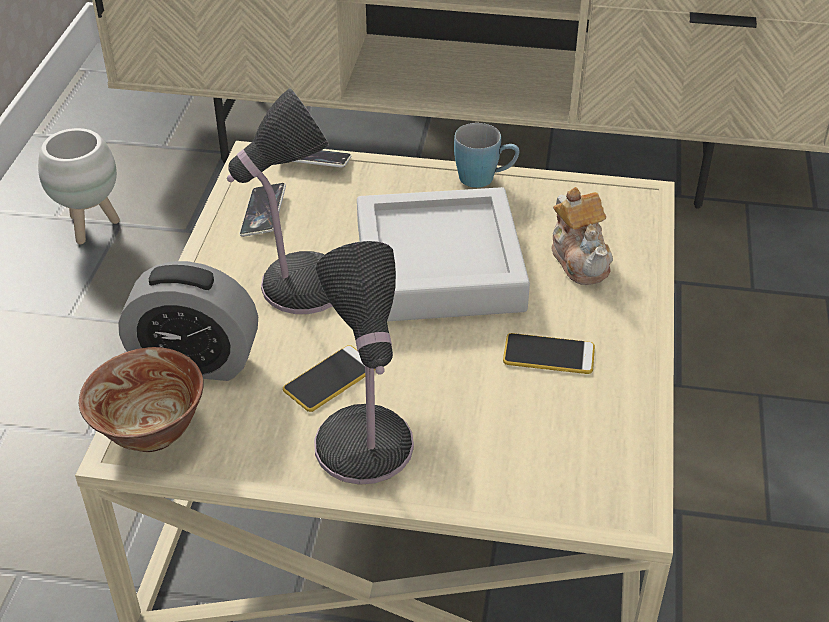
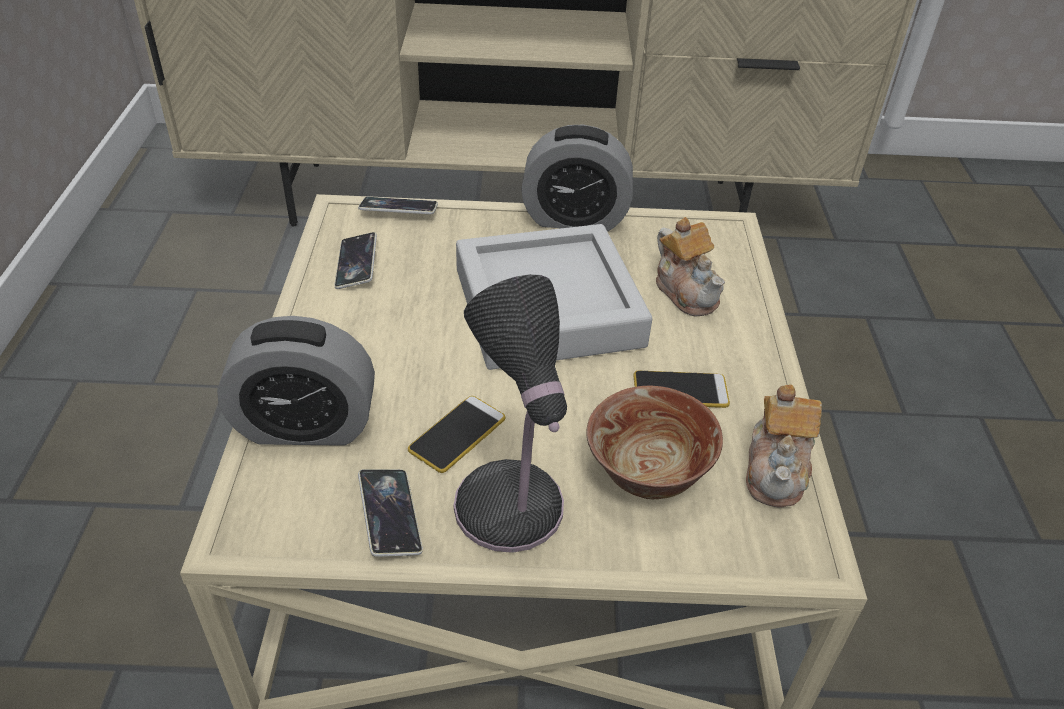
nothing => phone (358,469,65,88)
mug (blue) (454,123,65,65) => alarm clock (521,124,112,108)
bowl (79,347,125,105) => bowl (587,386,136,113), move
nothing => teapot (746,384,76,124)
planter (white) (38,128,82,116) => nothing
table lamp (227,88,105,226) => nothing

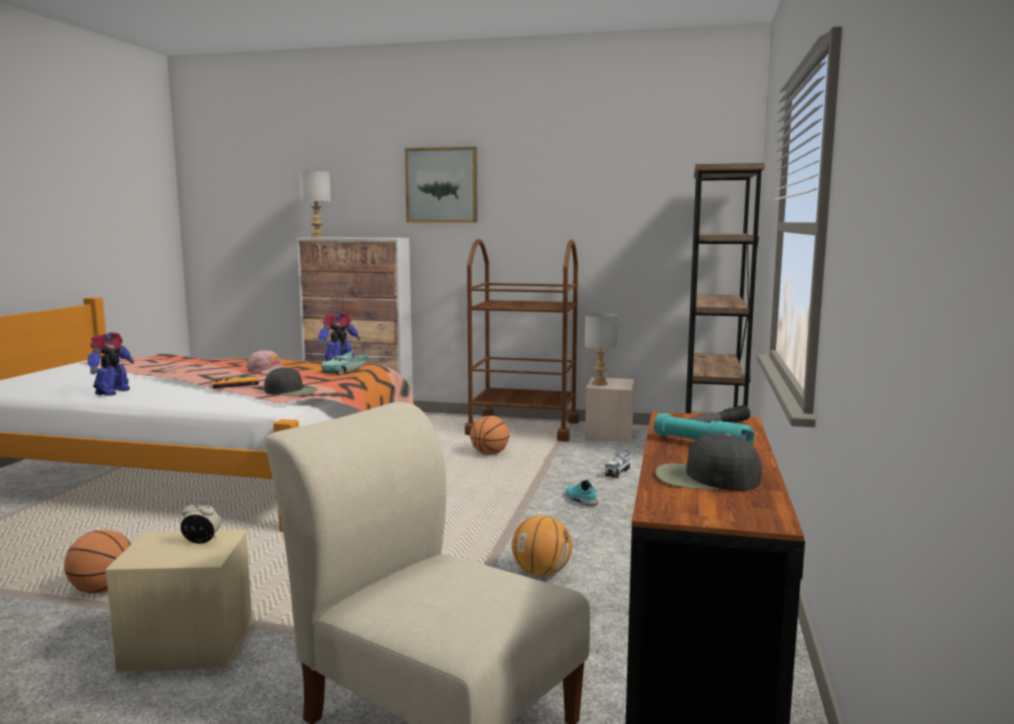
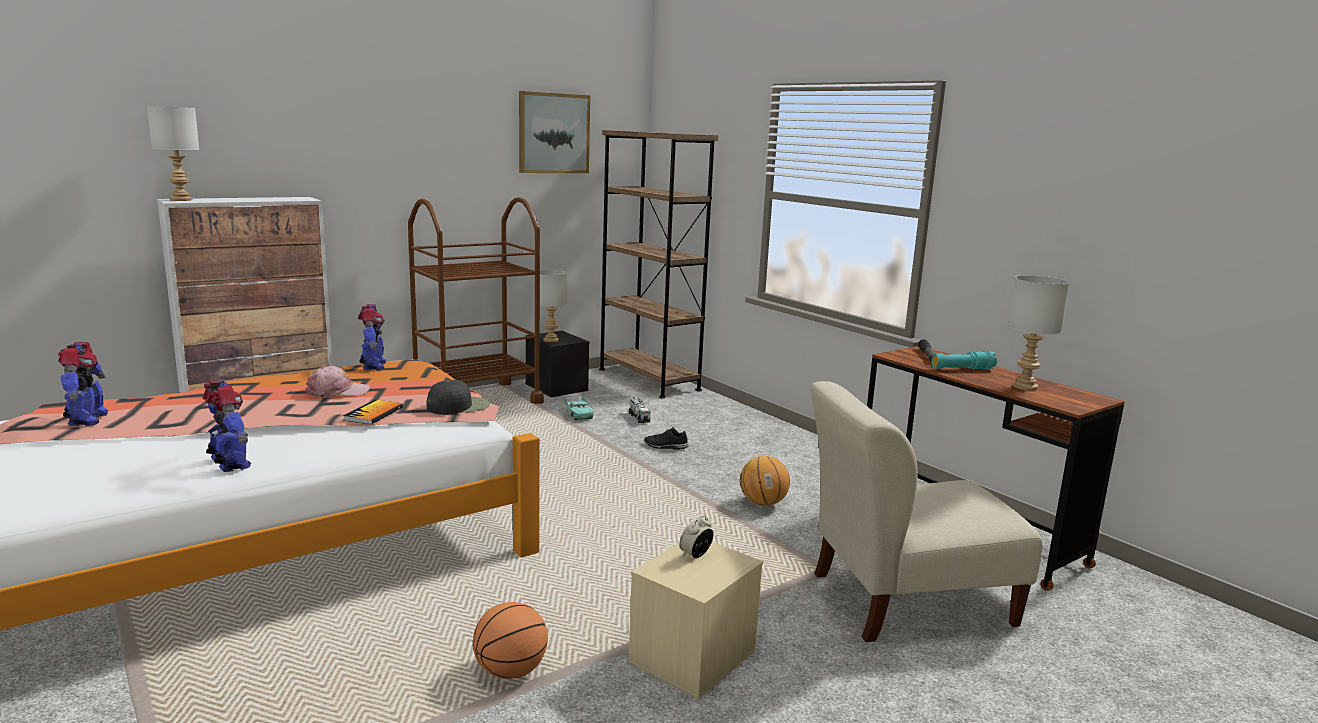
nothing => toy robot (58,342,50,84)
picture (405,147,72,75) => picture (519,91,71,82), move
storage box (beige) (585,377,49,65) => storage box (black) (525,331,64,66)
toy car (turquoise) (321,351,48,24) => toy car (turquoise) (564,394,30,26), move
shoe (turquoise) (565,480,33,26) => shoe (black) (644,427,45,23)
cap (black) (655,433,107,58) => table lamp (grey) (1007,275,64,115)
basketball (470,415,39,40) => nothing

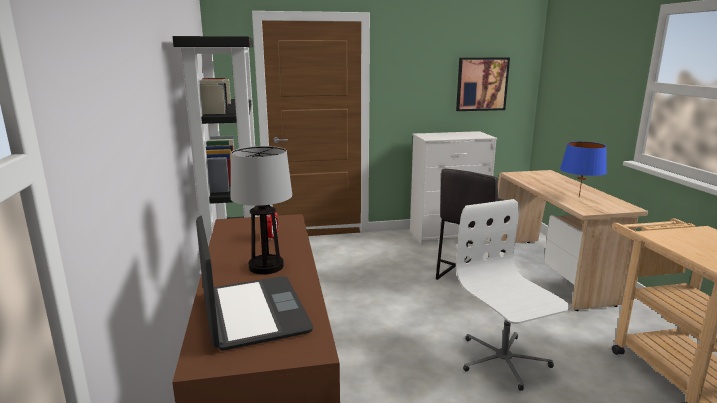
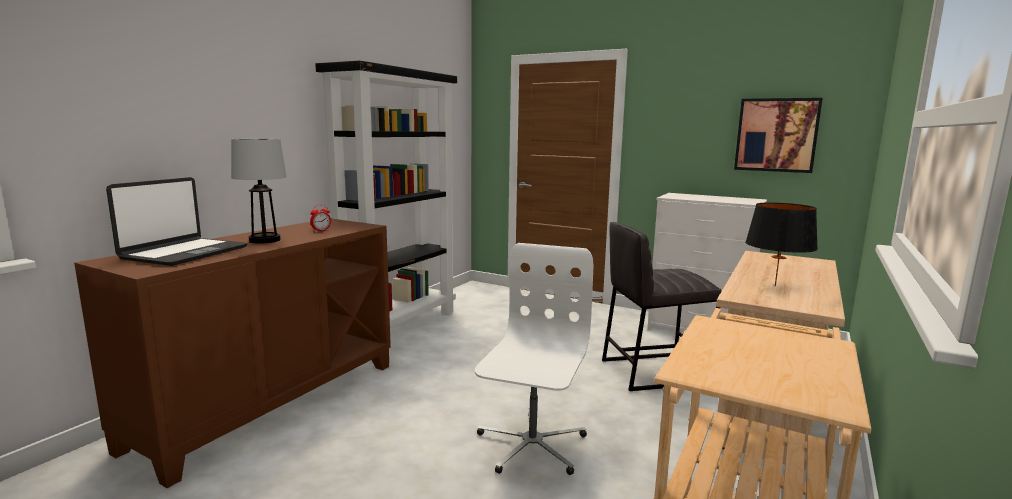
table lamp (blue) (560,141,47,57) => table lamp (black) (745,203,73,84)

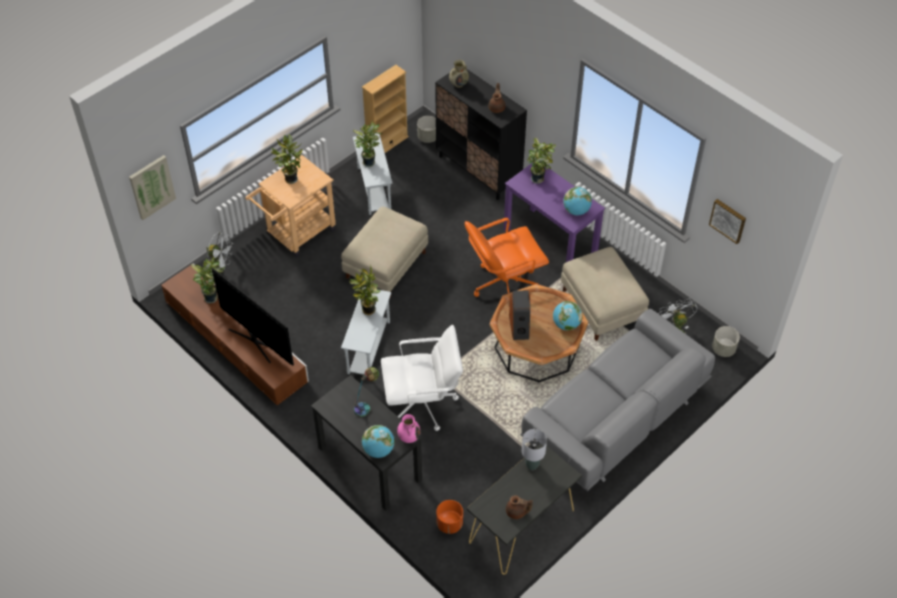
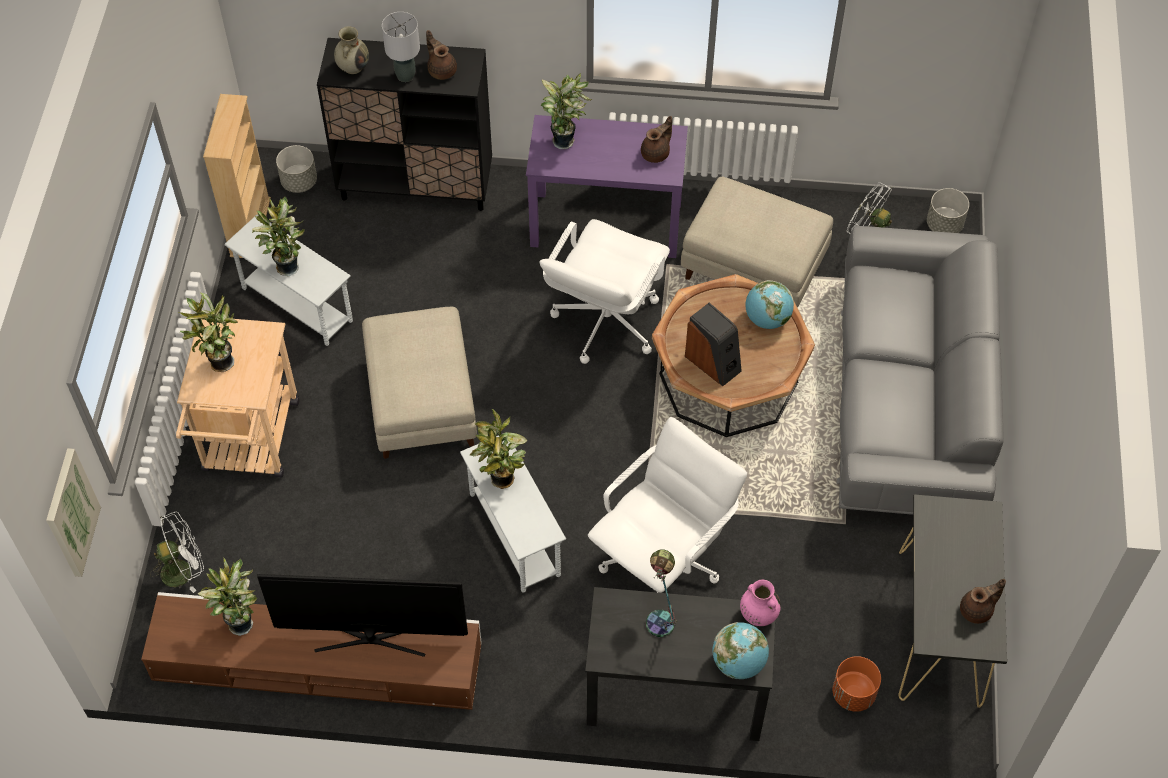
table lamp (grey) (522,429,25,41) => table lamp (grey) (382,12,38,70), move
office chair (orange) (465,218,84,79) => office chair (white) (539,219,131,145)
globe (563,187,29,28) => teapot (brown) (641,116,31,47)
picture (709,199,37,45) => nothing

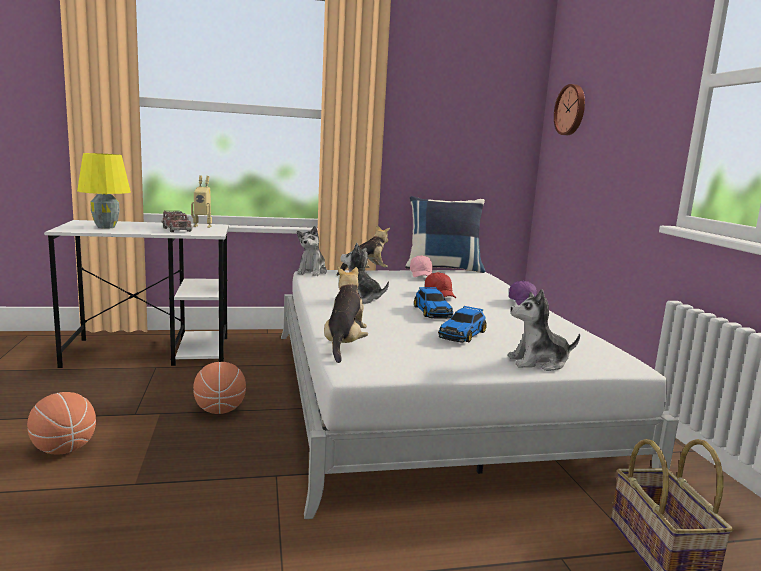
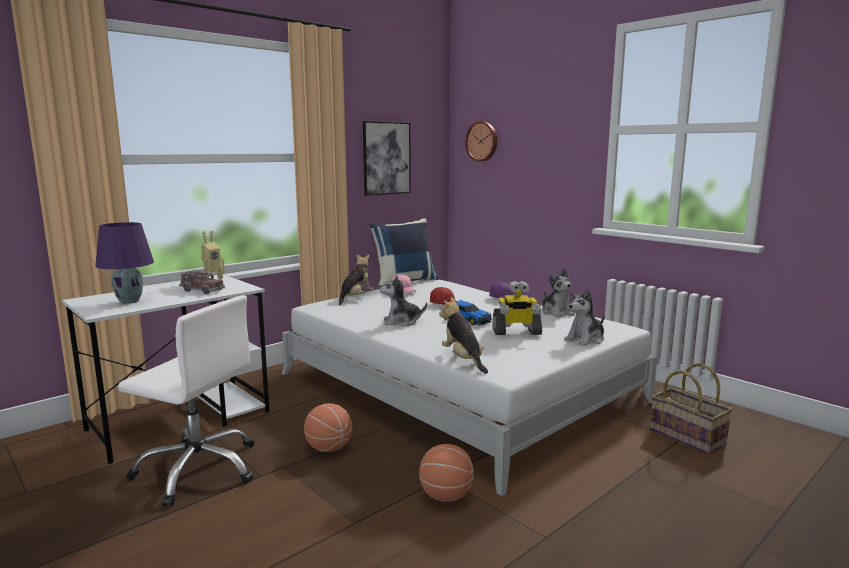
table lamp (yellow) (77,153,54,76) => table lamp (purple) (95,222,59,82)
nothing => office chair (white) (118,295,136,211)
nothing => picture (363,121,48,75)
basketball (27,392,69,63) => basketball (419,444,55,58), move
toy car (438,306,48,37) => toy robot (493,281,49,54)
plush toy (297,226,30,50) => plush toy (542,268,33,50), move

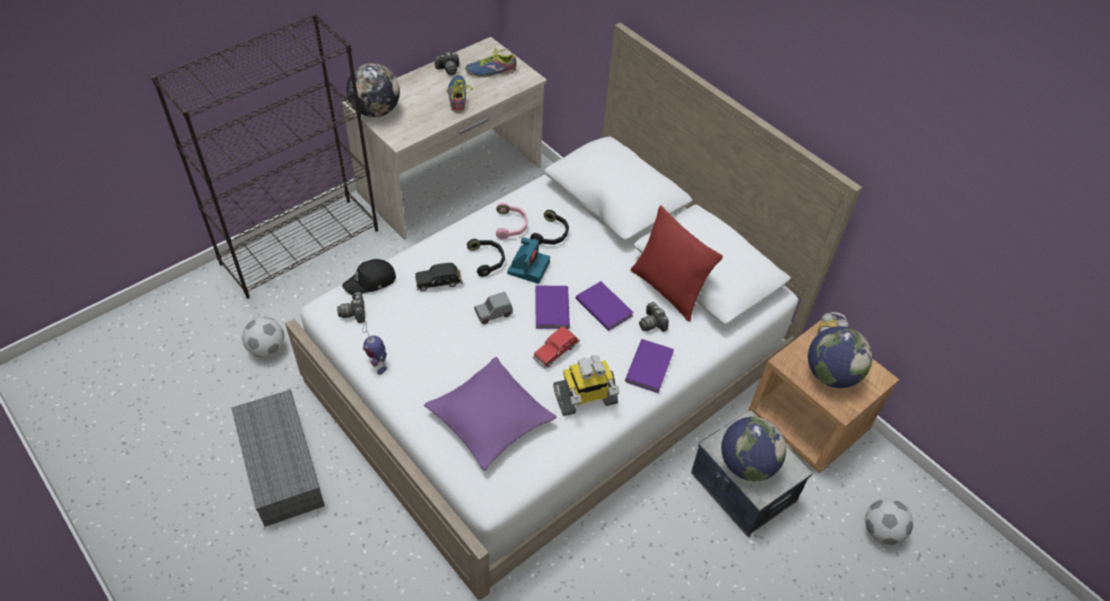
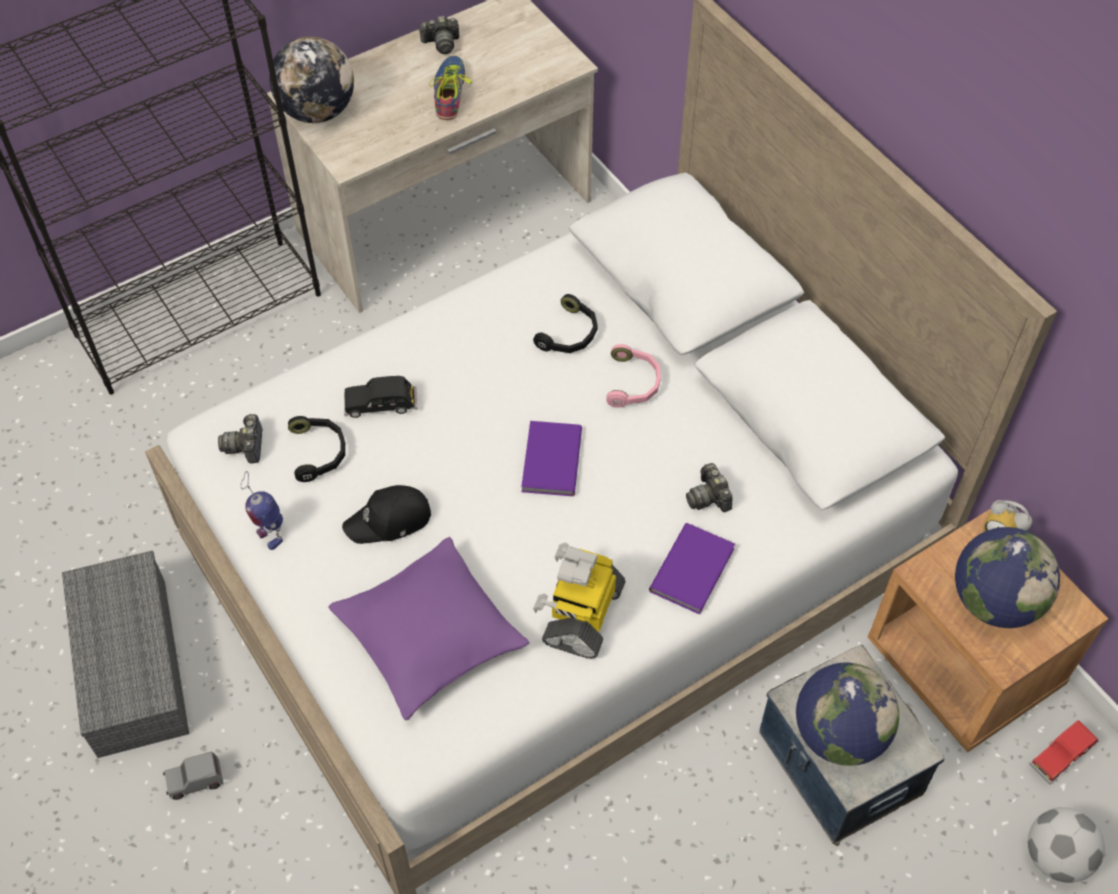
toy car (grey) (474,292,39,32) => toy car (grey) (163,751,61,49), move
headphones (black) (467,239,38,38) => headphones (black) (288,416,57,66), move
cap (black) (342,259,54,36) => cap (black) (342,485,89,59), move
toy robot (553,355,67,61) => toy robot (533,542,93,117), 120 degrees clockwise
headphones (pink) (496,203,32,36) => headphones (pink) (606,344,55,64), move
toy car (red) (532,326,48,43) => toy car (red) (1029,720,71,64), move
football (242,317,42,40) => nothing
shoe (465,48,52,29) => nothing
photo camera (507,237,43,47) => nothing
book (purple) (576,281,58,50) => nothing
pillow (red) (631,205,92,117) => nothing

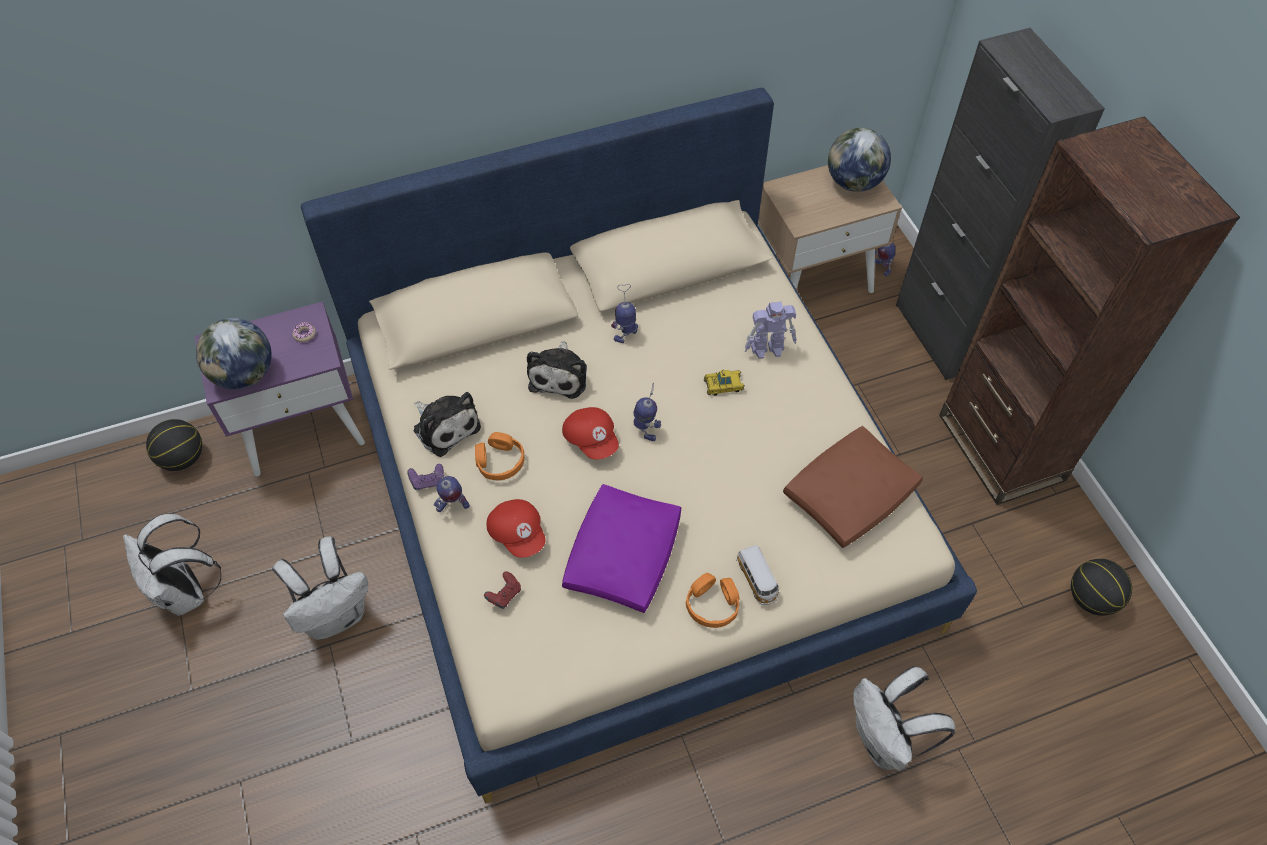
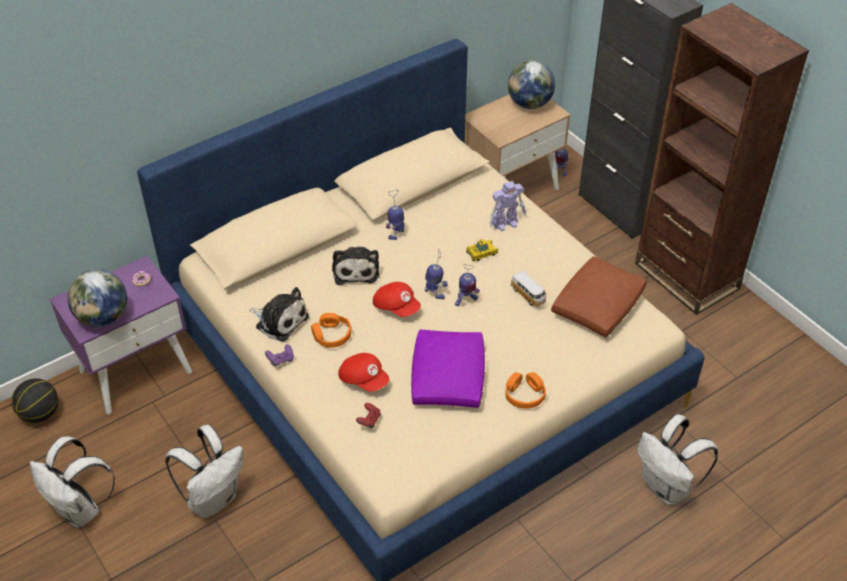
toy robot (433,471,37,41) => toy robot (455,264,25,42), move
toy car (736,545,45,60) => toy car (510,271,37,36), move
basketball (1071,559,61,57) => nothing

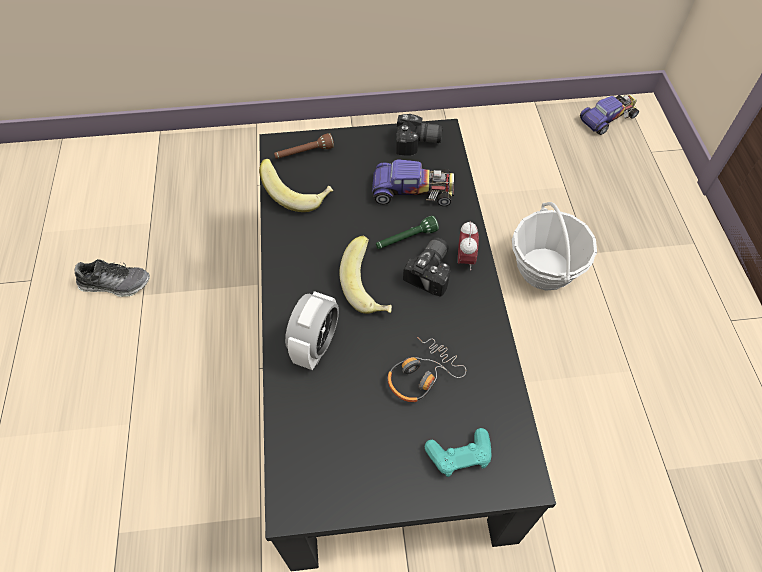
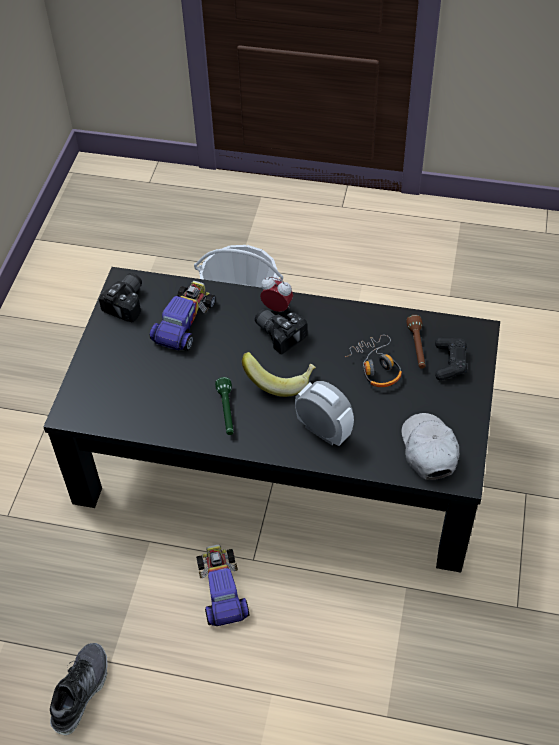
toy car (580,94,59,41) => toy car (196,545,53,81), move
flashlight (green) (376,216,63,33) => flashlight (green) (215,377,19,58), move
nothing => cap (white) (402,413,57,67)
flashlight (brown) (274,133,60,26) => flashlight (brown) (406,315,19,54), move
game controller (turquoise) (425,428,67,49) => game controller (black) (435,337,33,44)
banana (259,159,74,53) => nothing

